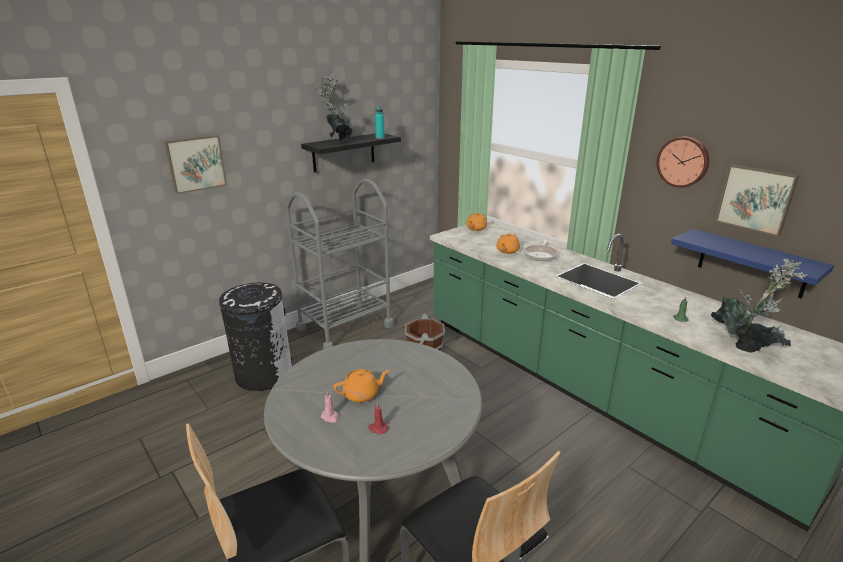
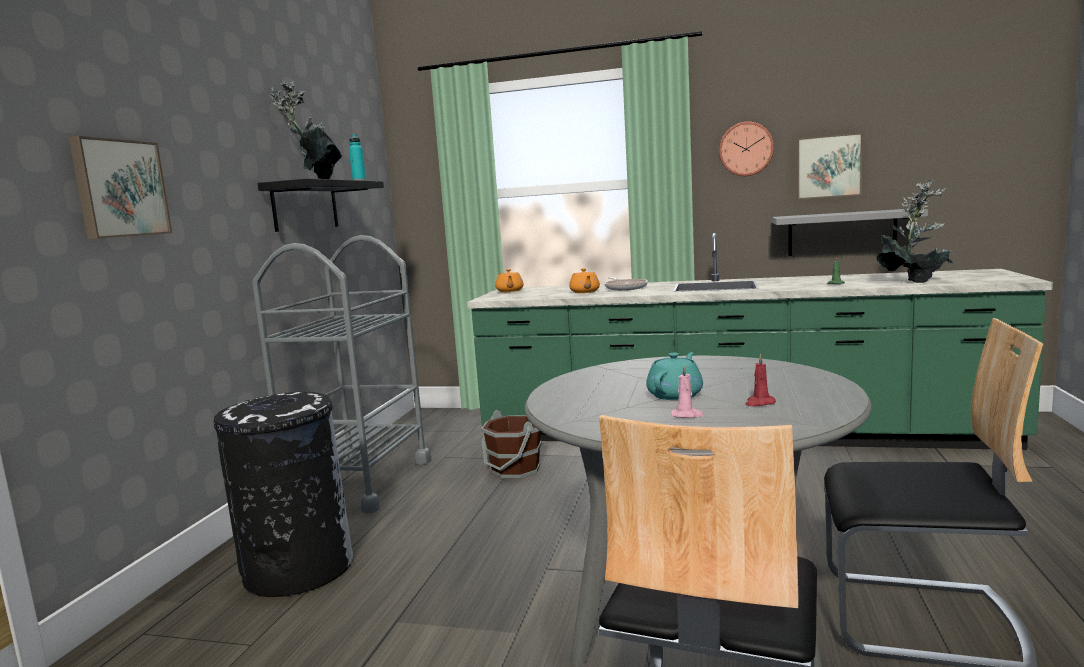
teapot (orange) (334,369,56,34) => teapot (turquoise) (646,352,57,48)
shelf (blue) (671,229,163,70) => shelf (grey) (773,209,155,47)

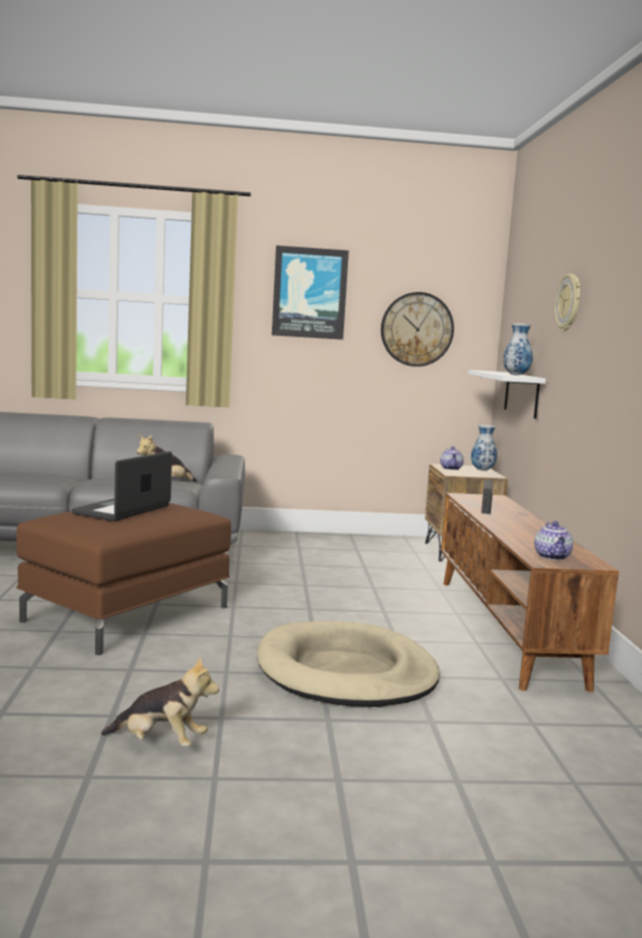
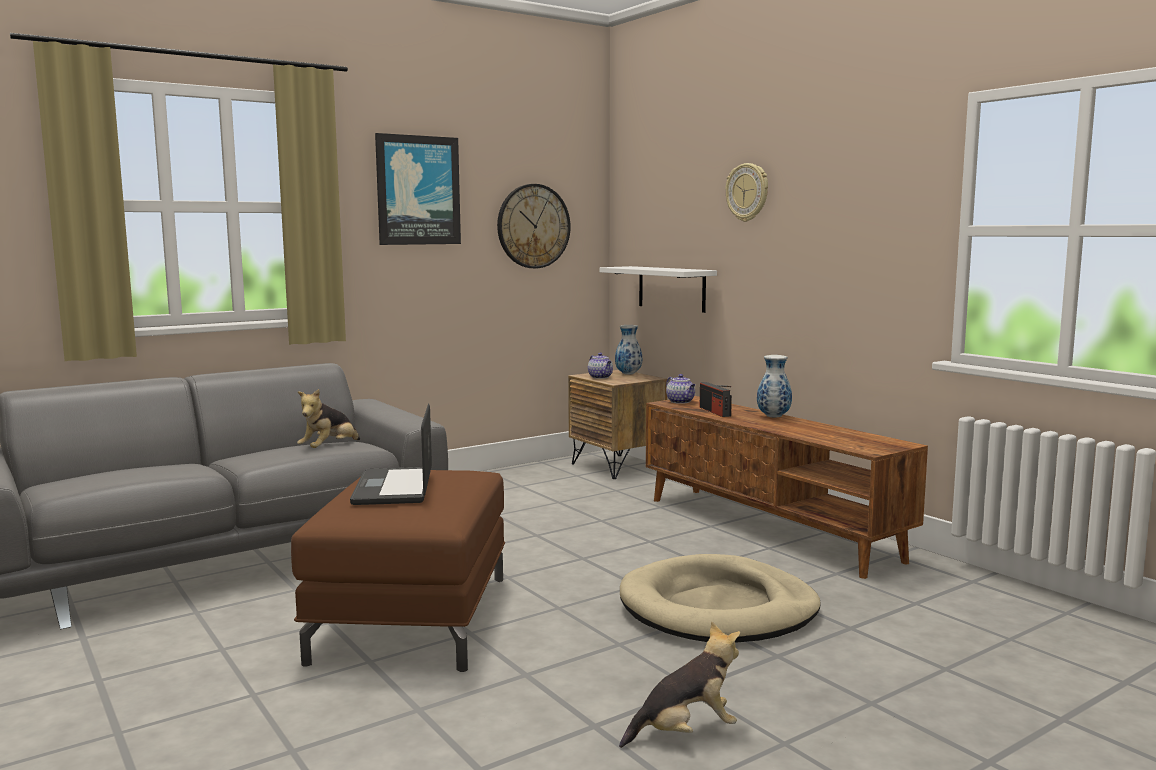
teapot (534,521,39,39) => teapot (666,374,30,30), move
vase (503,323,30,52) => vase (757,355,35,63), move

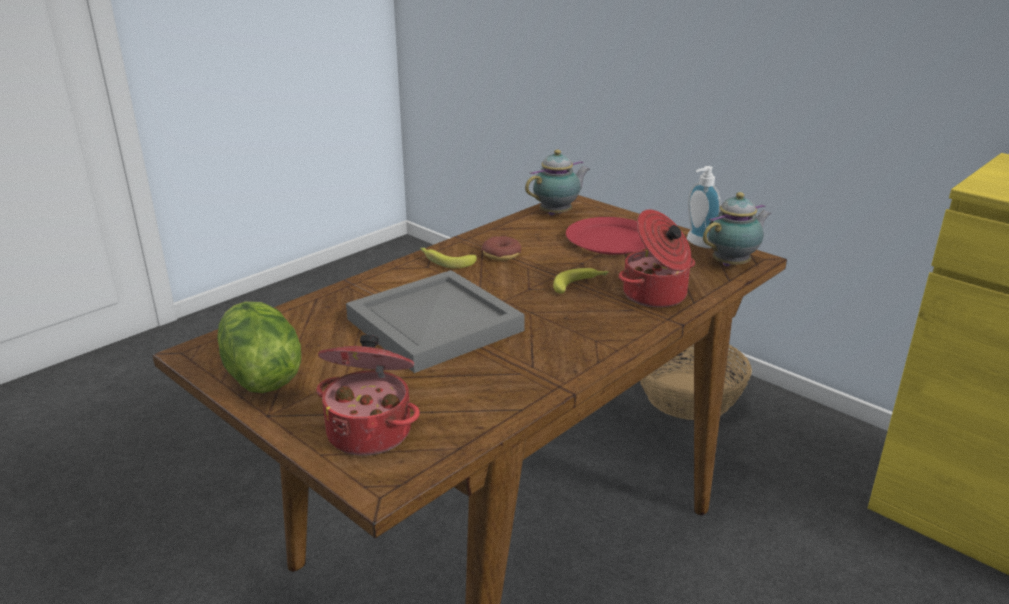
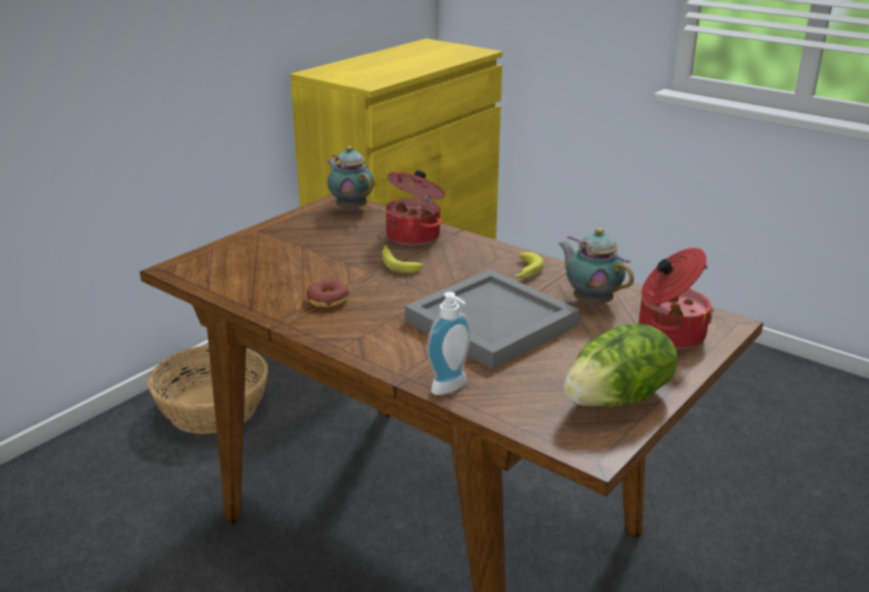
soap dispenser (687,166,34,82) => soap dispenser (427,292,44,103), move
banana (420,247,57,22) => banana (515,252,29,27), move
teapot (525,149,65,67) => teapot (559,228,75,78), move
plate (red) (566,217,80,38) => nothing

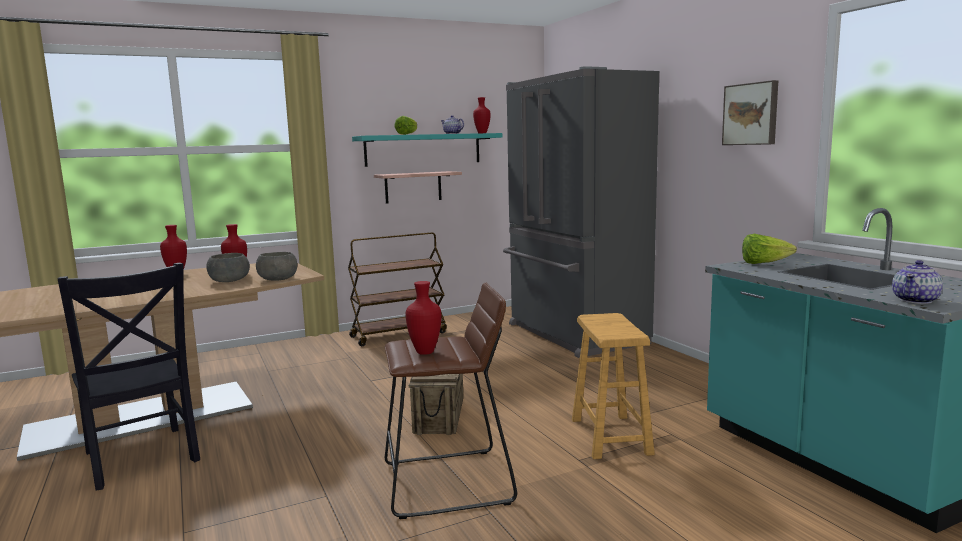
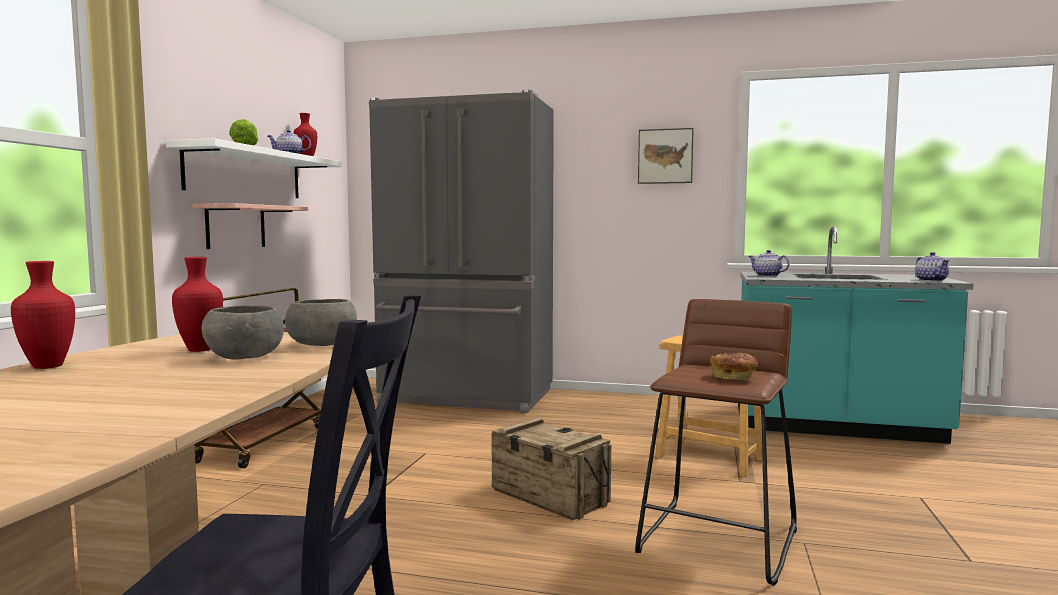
shelf (turquoise) (352,133,150,34) => shelf (white) (166,138,176,60)
vase (red) (406,281,35,74) => bread (710,353,49,27)
lettuce (742,234,55,30) => teapot (748,250,42,27)

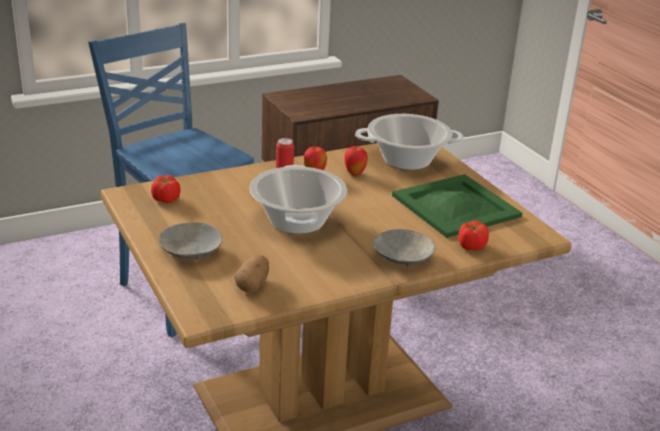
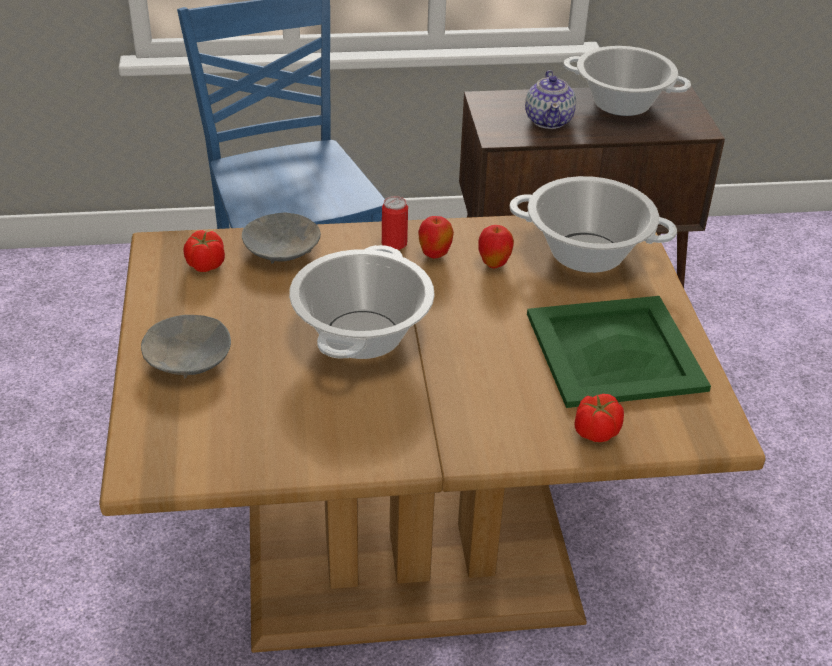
bowl (grey) (373,229,62,38) => bowl (grey) (242,213,79,51), move
nothing => teapot (525,70,51,59)
nothing => cooking pot (564,46,127,70)
potato (234,255,35,37) => nothing

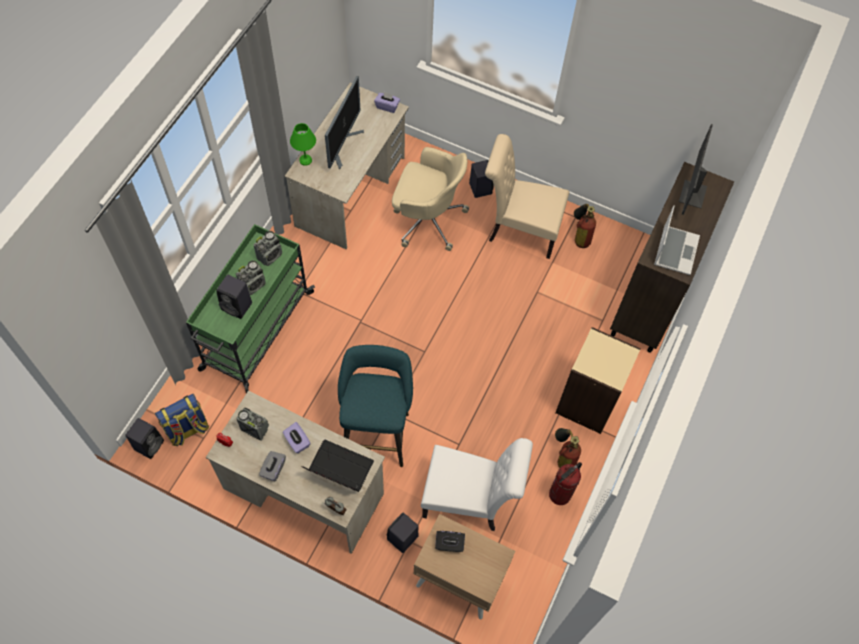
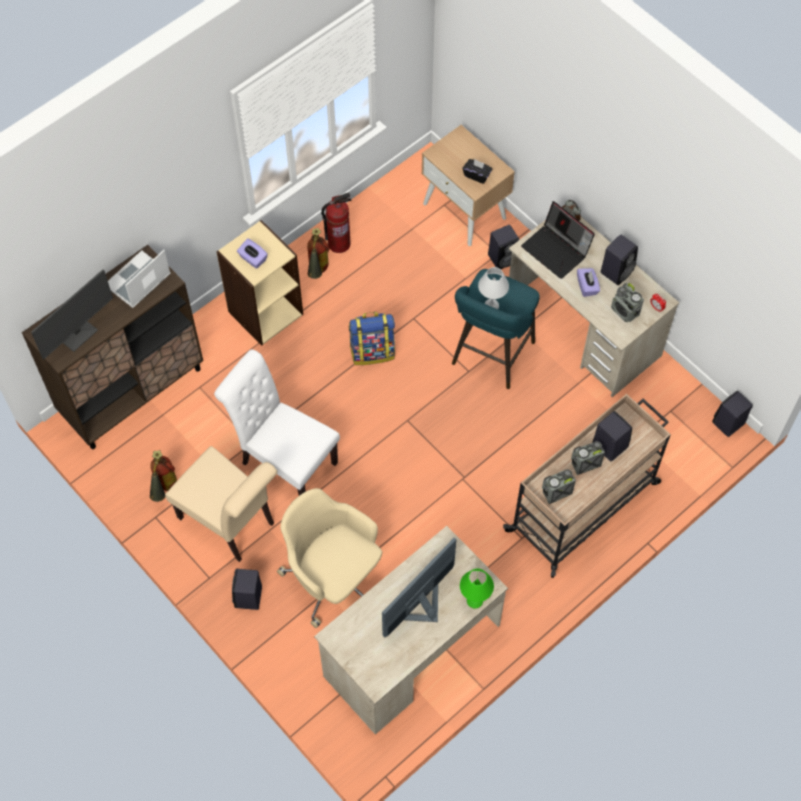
chair (white) (421,438,112,93) => chair (white) (214,349,126,147), move
tissue box (purple) (374,92,26,21) => tissue box (purple) (237,239,31,30), move
backpack (155,394,54,52) => backpack (349,312,46,53), move
nothing => table lamp (white) (478,267,31,42)
cart (green) (186,224,129,169) => cart (beige) (503,394,168,184)
tissue box (grey) (259,451,27,31) => speaker (black) (600,235,38,50)

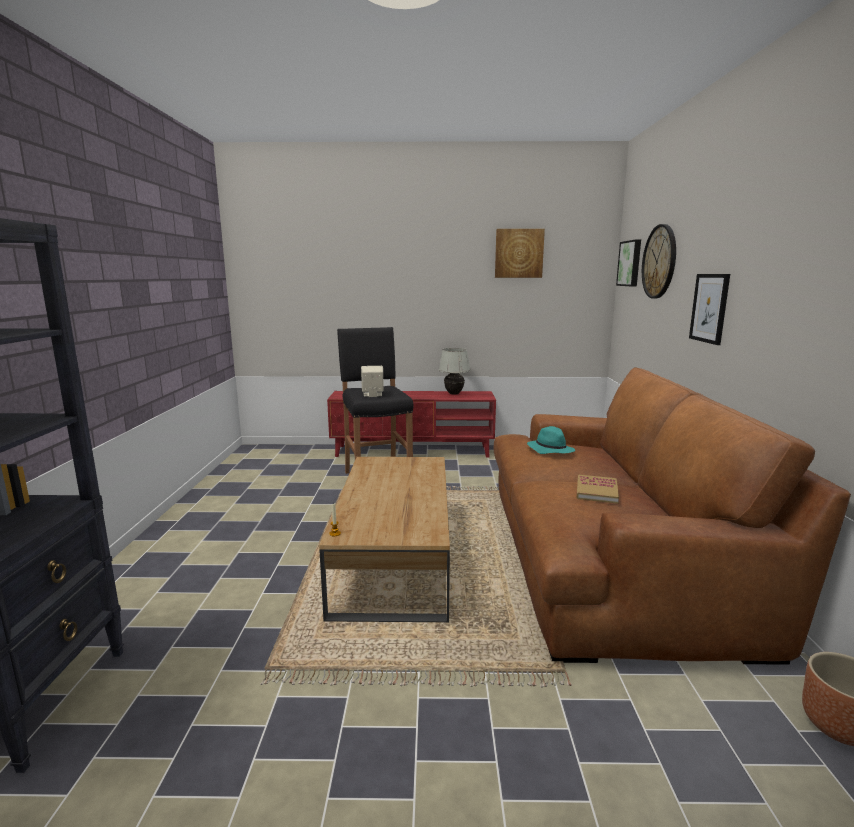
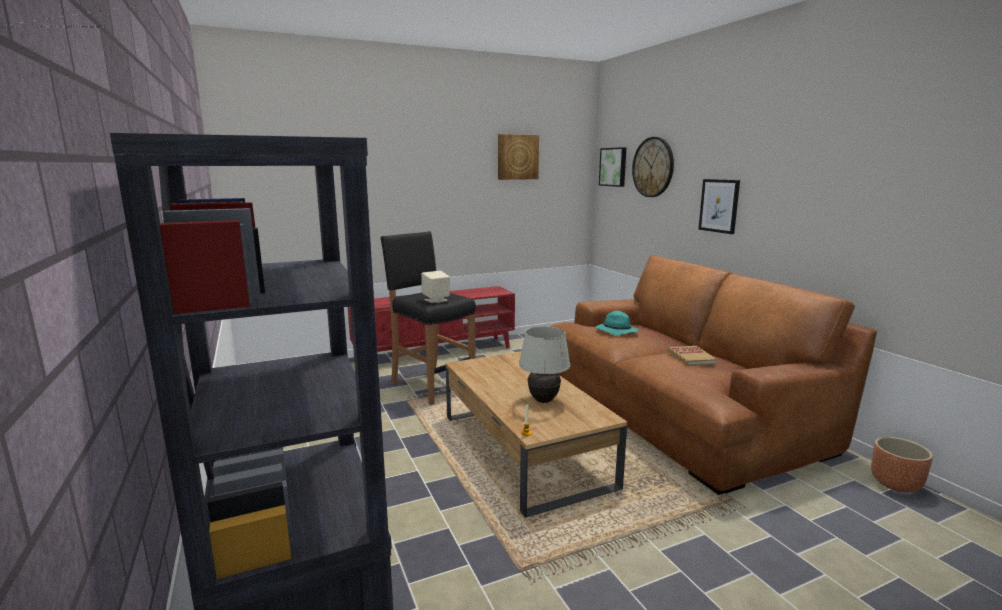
table lamp (white) (439,348,31,46) => table lamp (white) (519,326,51,77), move

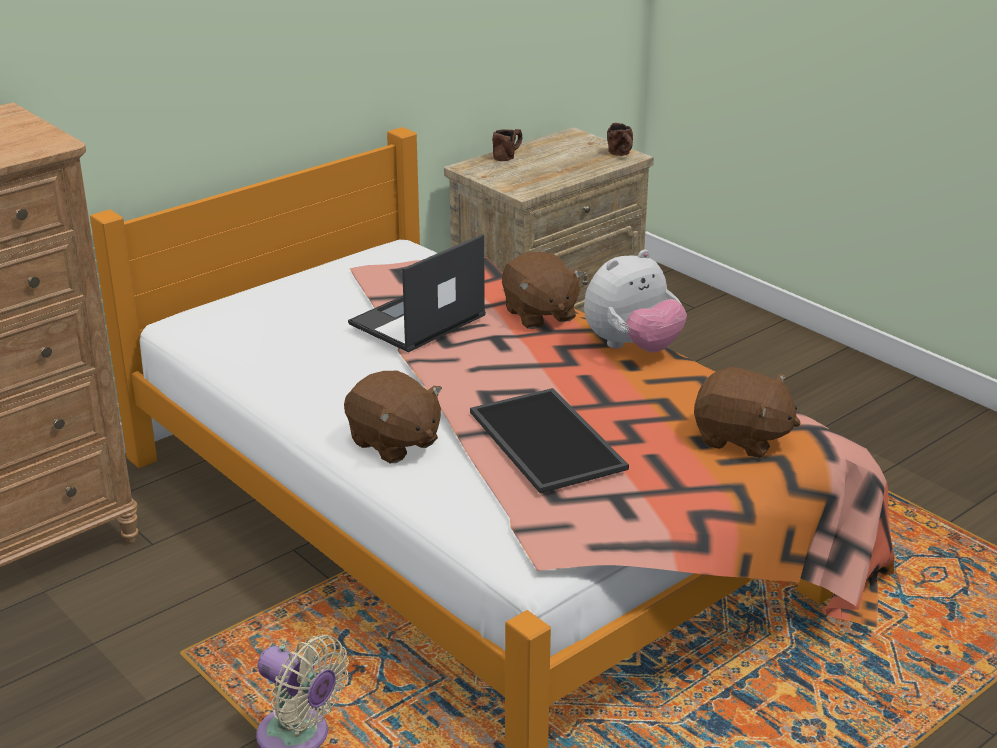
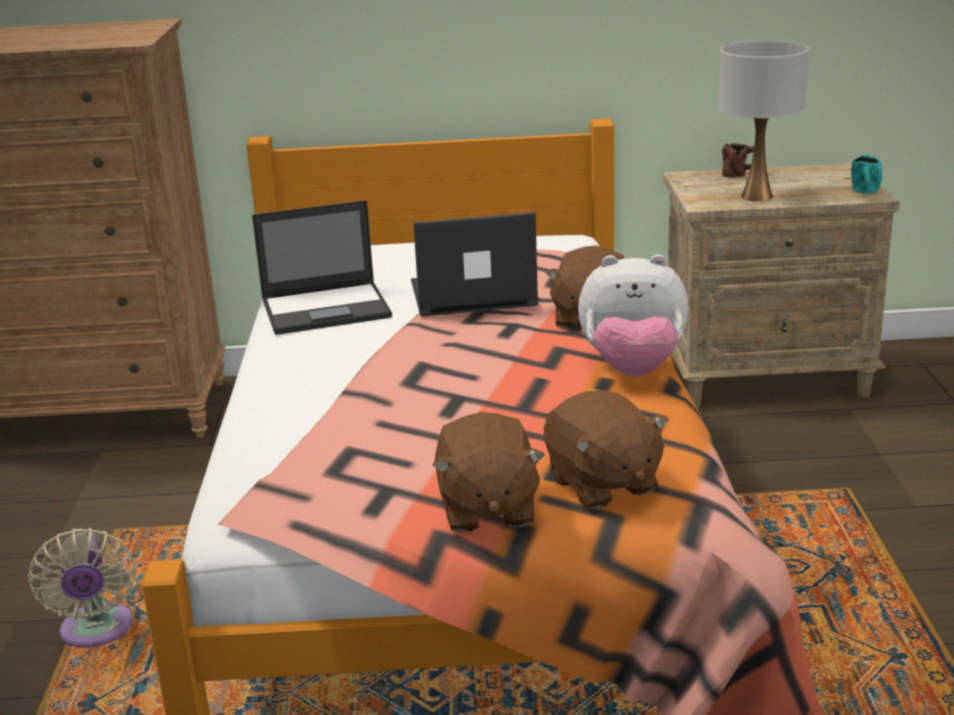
nothing => laptop (252,200,140,135)
plush toy (brown) (344,371,98,92) => plush toy (brown) (433,412,112,120), move
nothing => table lamp (white) (719,40,90,161)
mug (brown) (607,123,26,33) => mug (turquoise) (851,155,31,39)
tray (470,388,159,105) => nothing

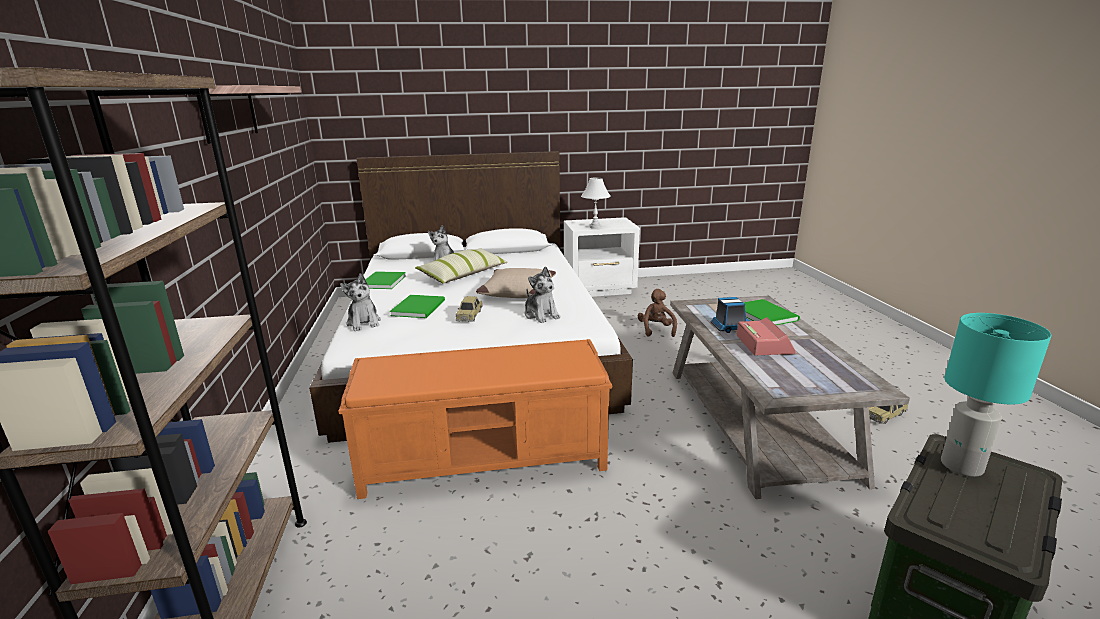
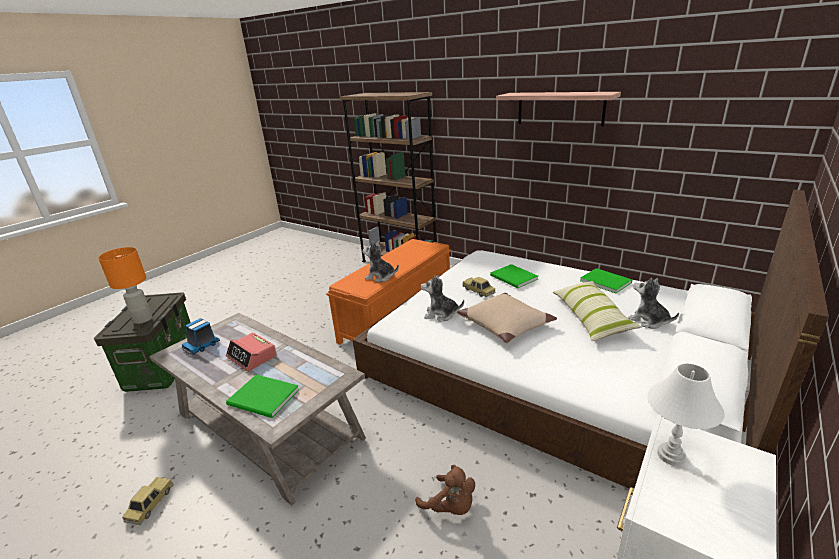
table lamp (turquoise) (941,313,110,164) => table lamp (orange) (98,247,54,77)
toy truck (710,297,39,36) => toy truck (182,318,38,37), move
plush toy (340,273,41,58) => plush toy (362,241,37,41), move

